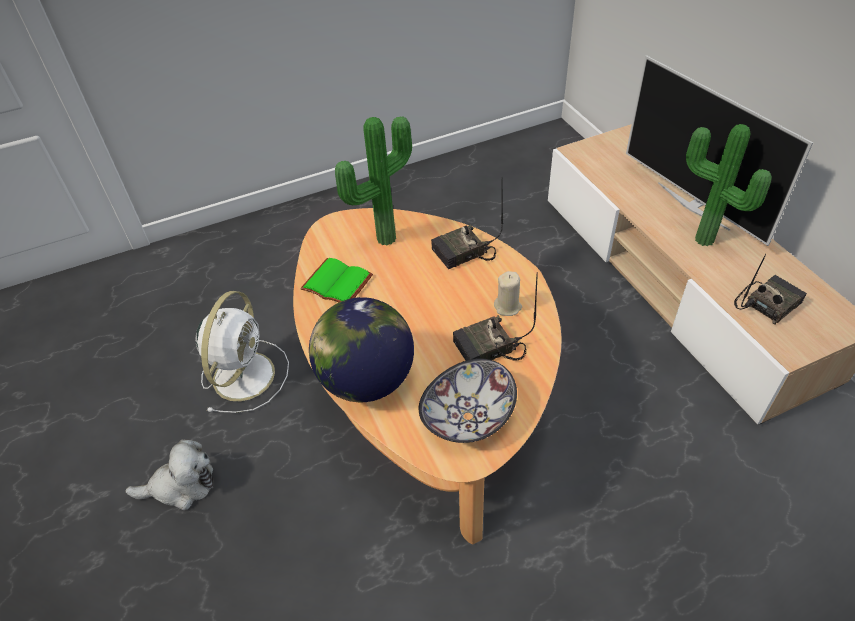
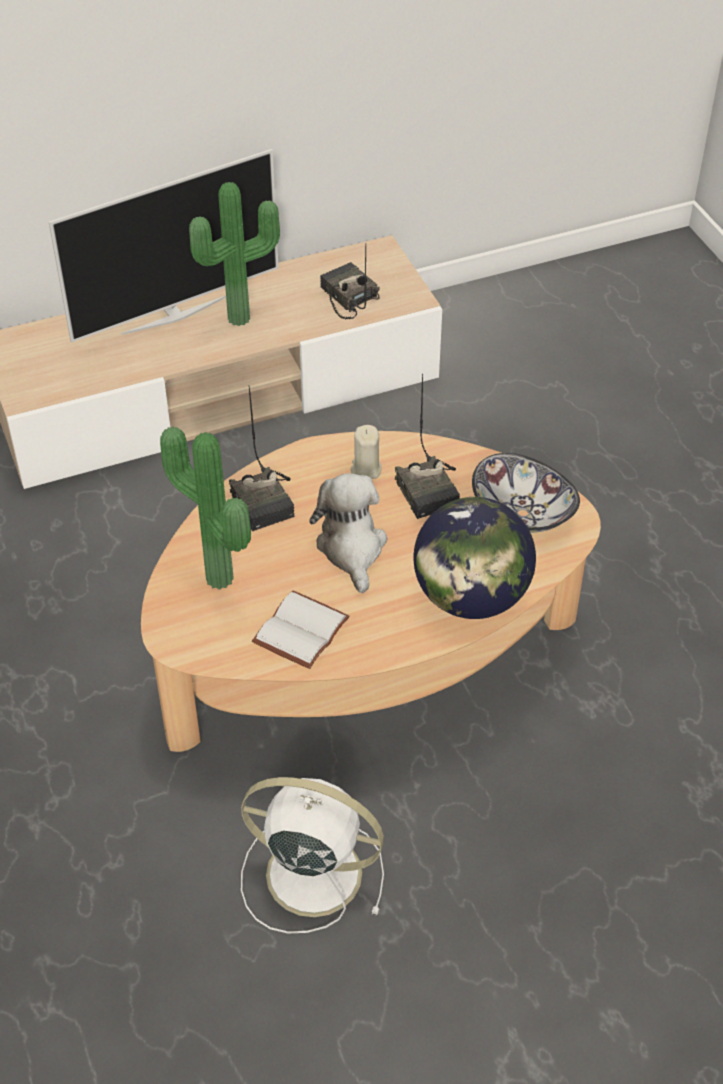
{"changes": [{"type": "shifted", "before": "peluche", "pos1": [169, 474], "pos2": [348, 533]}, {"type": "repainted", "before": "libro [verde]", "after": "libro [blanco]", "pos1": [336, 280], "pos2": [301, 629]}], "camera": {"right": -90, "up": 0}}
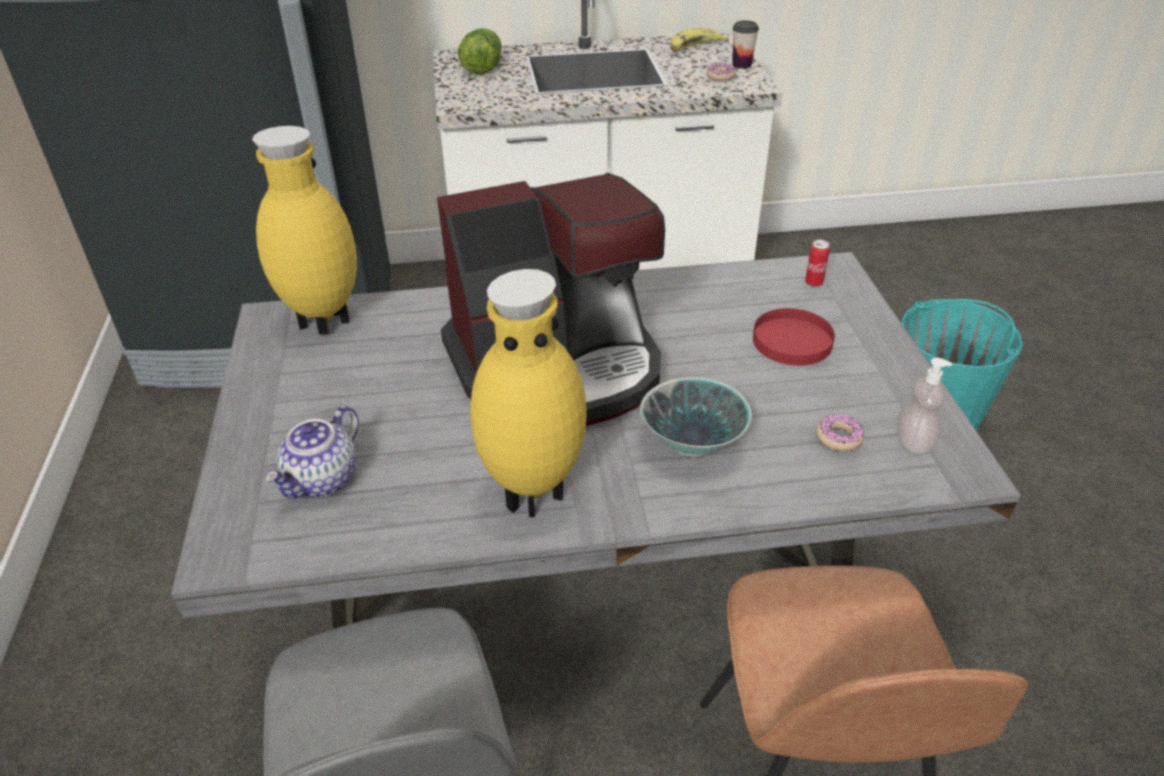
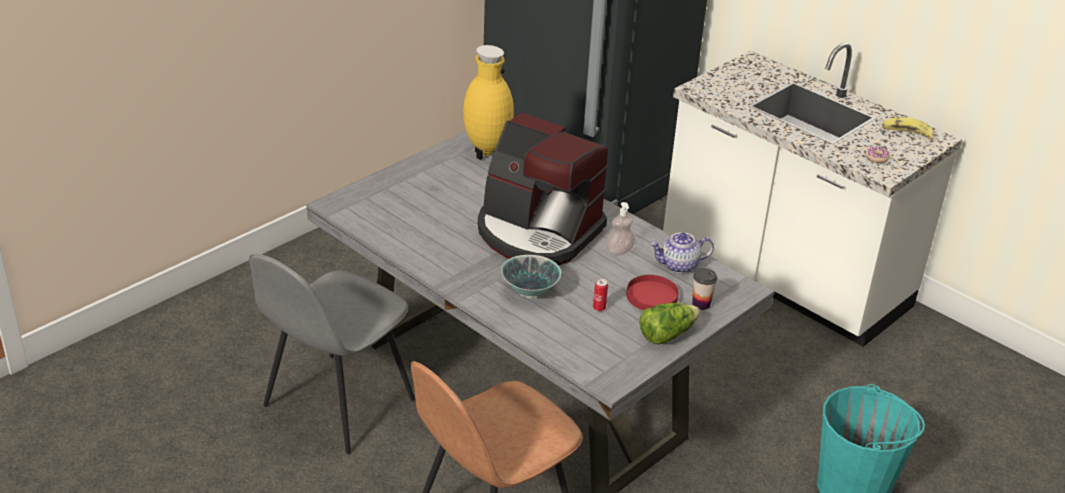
{"changes": [{"type": "gone", "before": "florero [amarillo]", "pos1": [528, 393]}, {"type": "gone", "before": "rosquilla", "pos1": [840, 432]}, {"type": "shifted", "before": "tetera", "pos1": [312, 452], "pos2": [682, 252]}, {"type": "shifted", "before": "lechuga", "pos1": [480, 51], "pos2": [669, 323]}, {"type": "shifted", "before": "taza", "pos1": [745, 44], "pos2": [705, 289]}, {"type": "shifted", "before": "lata", "pos1": [817, 263], "pos2": [600, 295]}, {"type": "shifted", "before": "dispensador de jabón", "pos1": [924, 406], "pos2": [620, 228]}], "camera": {"right": 50, "up": -5}}
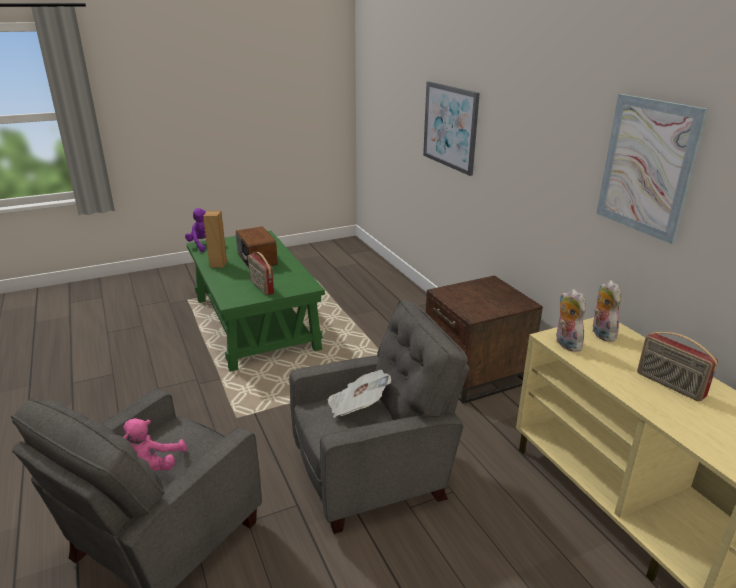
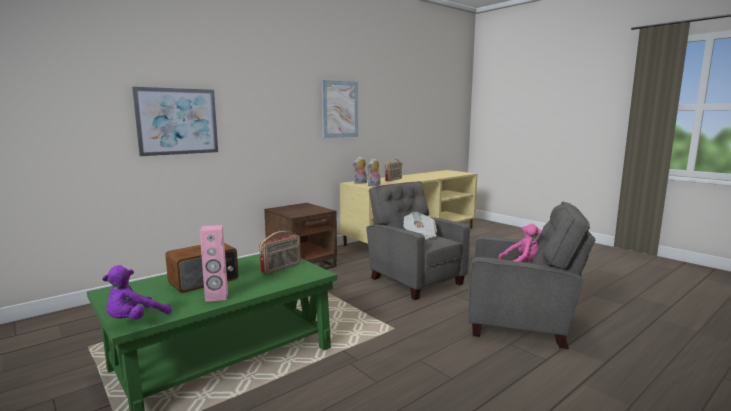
{"changes": [{"type": "repainted", "before": "altavoz [marrón]", "after": "altavoz [rosa]", "pos1": [215, 239], "pos2": [214, 263]}], "camera": {"right": -105, "up": -15}}
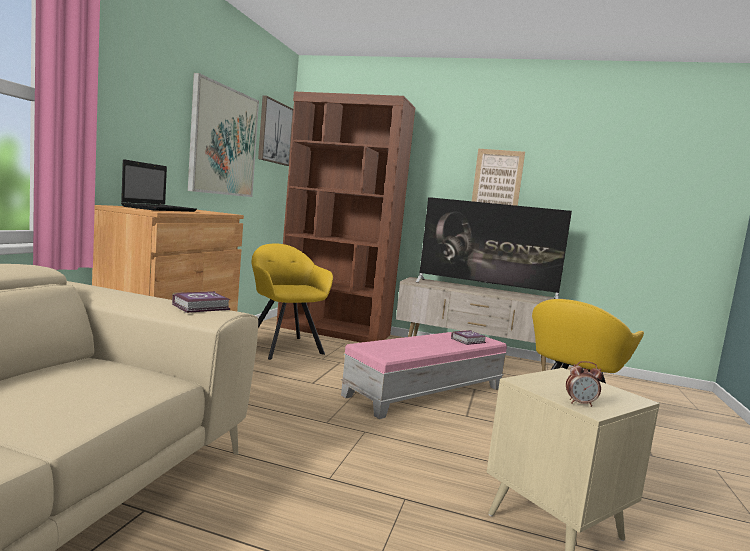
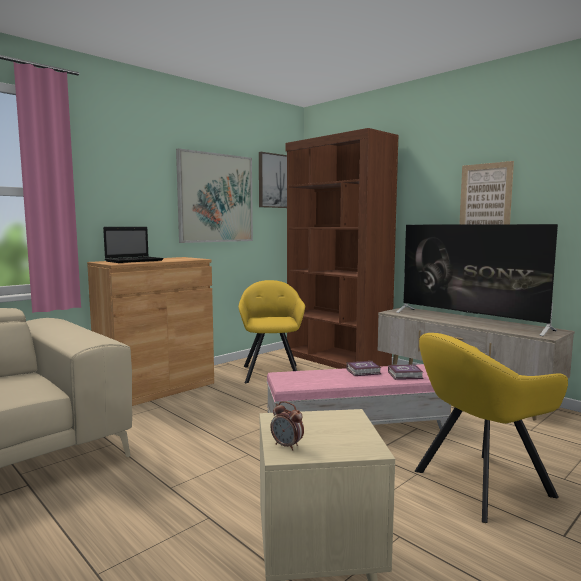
{"changes": [{"type": "shifted", "before": "libro", "pos1": [201, 302], "pos2": [363, 368]}], "camera": {"right": 30, "up": 0}}
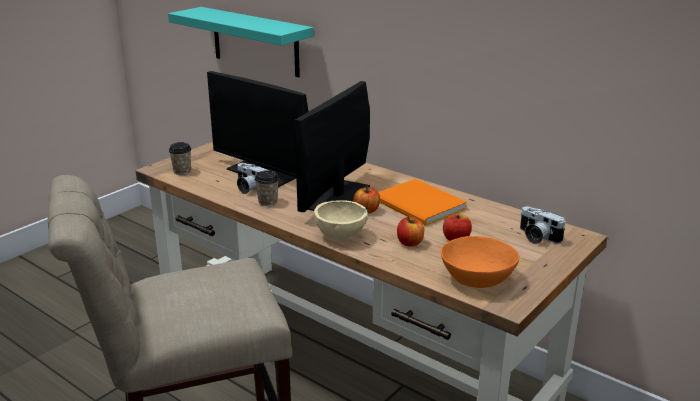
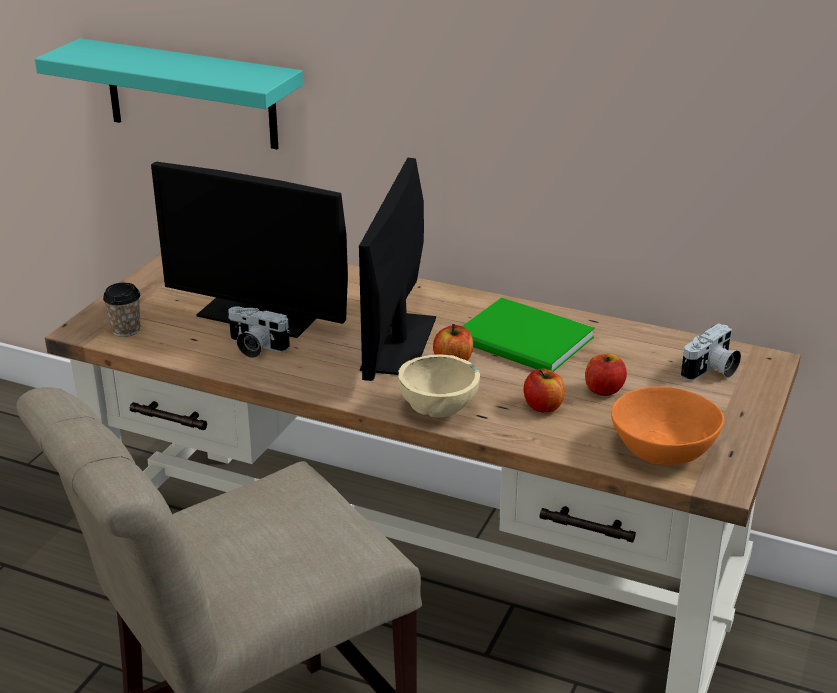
{"changes": [{"type": "gone", "before": "taza", "pos1": [267, 188]}, {"type": "repainted", "before": "libro [naranja]", "after": "libro [verde]", "pos1": [422, 202], "pos2": [528, 334]}, {"type": "rotated", "before": "cámara", "pos1": [543, 225], "pos2": [711, 352], "turn": -75}], "camera": {"right": -15, "up": 5}}
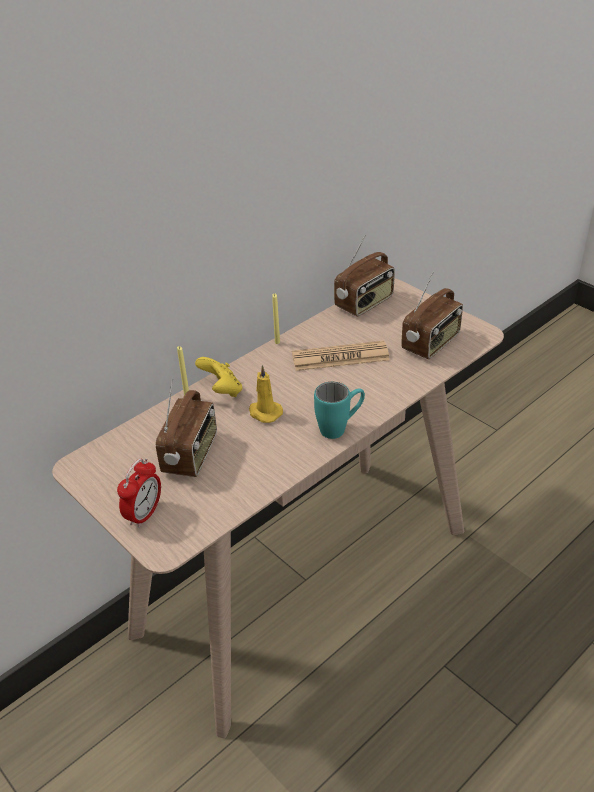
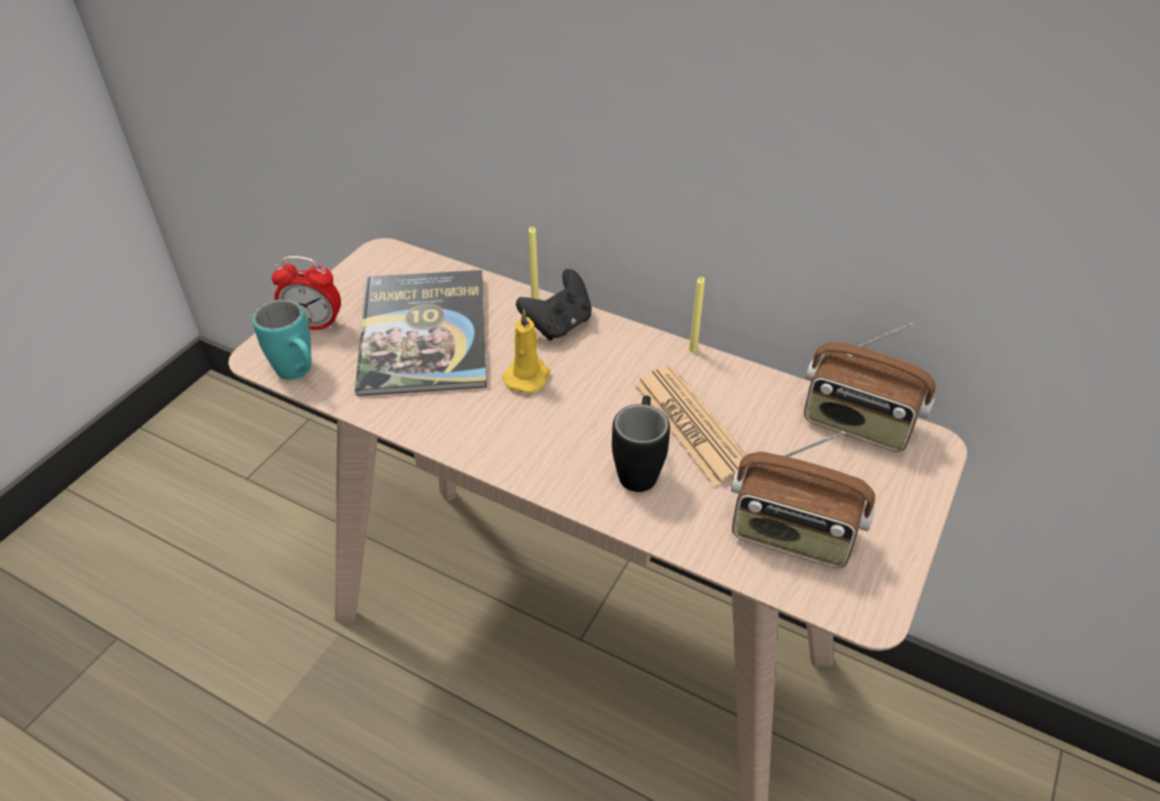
{"changes": [{"type": "new", "after": "taza grande [negro]", "pos2": [641, 444]}, {"type": "shifted", "before": "taza grande [turquesa]", "pos1": [339, 410], "pos2": [282, 339]}, {"type": "swapped", "before": "radio", "after": "libro", "pos1": [186, 428], "pos2": [421, 333]}, {"type": "repainted", "before": "mando de consola [amarillo]", "after": "mando de consola [negro]", "pos1": [218, 377], "pos2": [554, 305]}], "camera": {"right": 70, "up": 5}}
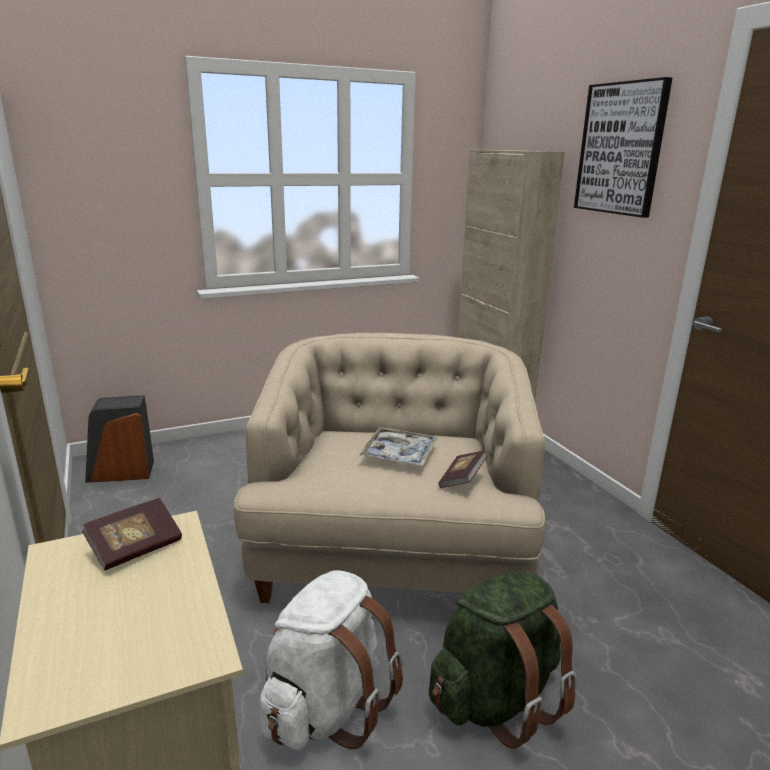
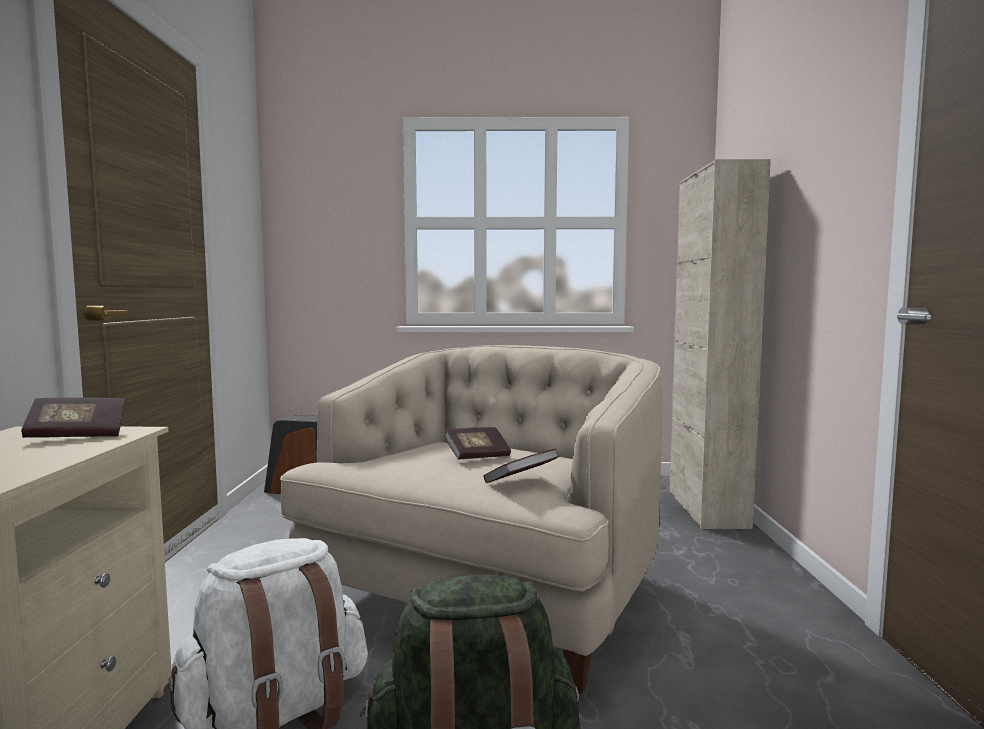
{"changes": [{"type": "gone", "before": "cuadro", "pos1": [623, 147]}, {"type": "swapped", "before": "bandeja", "after": "libro", "pos1": [398, 446], "pos2": [477, 443]}], "camera": {"right": 25, "up": -15}}
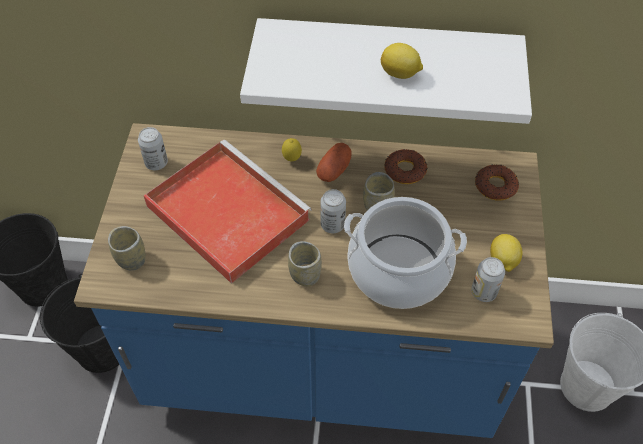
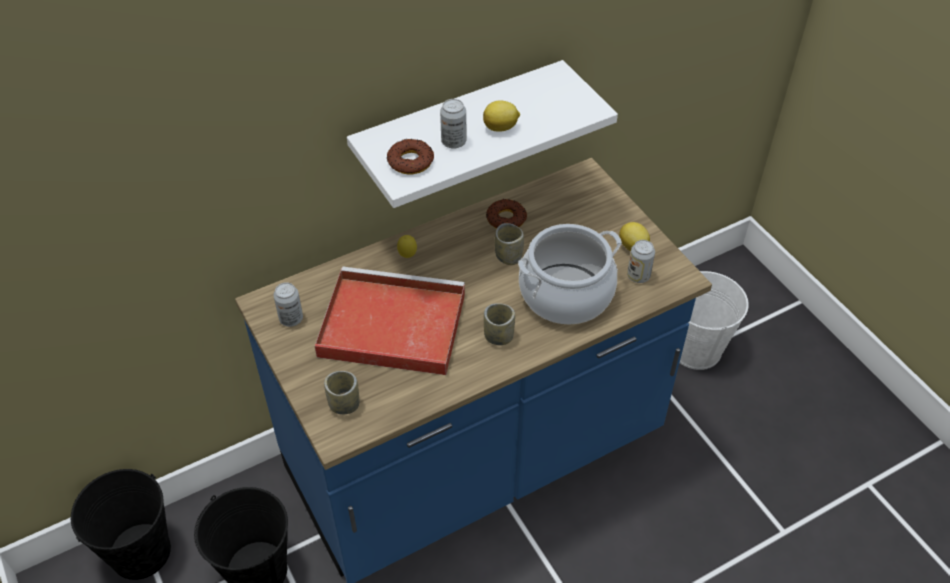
{"changes": [{"type": "gone", "before": "patata", "pos1": [334, 162]}, {"type": "shifted", "before": "lata", "pos1": [333, 211], "pos2": [453, 124]}, {"type": "shifted", "before": "rosquilla", "pos1": [497, 182], "pos2": [410, 156]}], "camera": {"right": -35, "up": -5}}
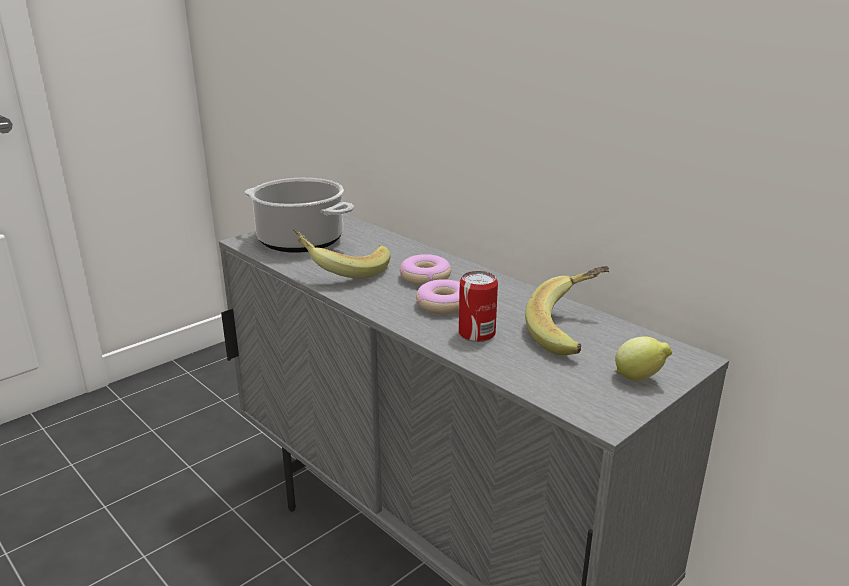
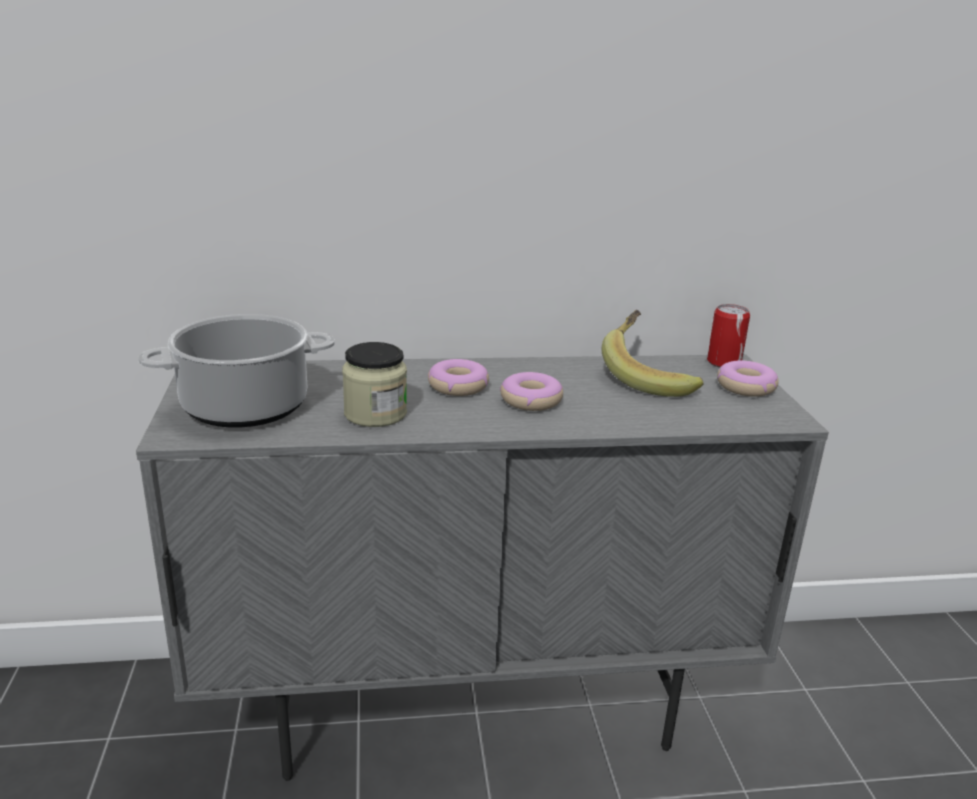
{"changes": [{"type": "shifted", "before": "lata", "pos1": [478, 306], "pos2": [728, 335]}, {"type": "swapped", "before": "plátano", "after": "tarro", "pos1": [342, 253], "pos2": [374, 384]}, {"type": "swapped", "before": "limón", "after": "rosquilla", "pos1": [643, 358], "pos2": [748, 378]}], "camera": {"right": -55, "up": 0}}
